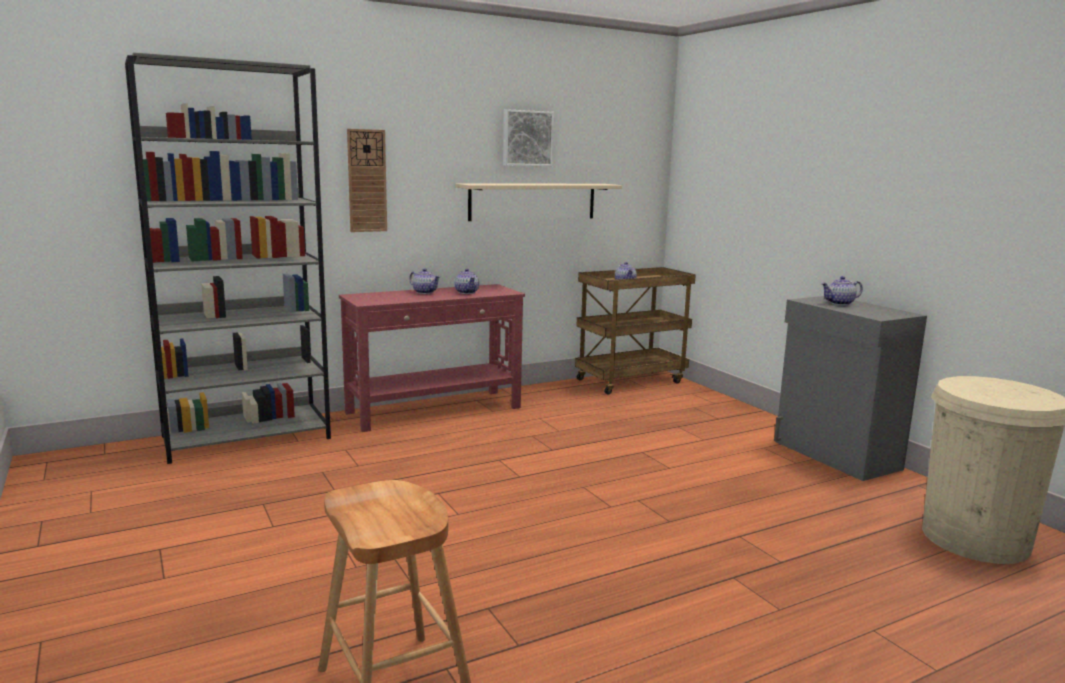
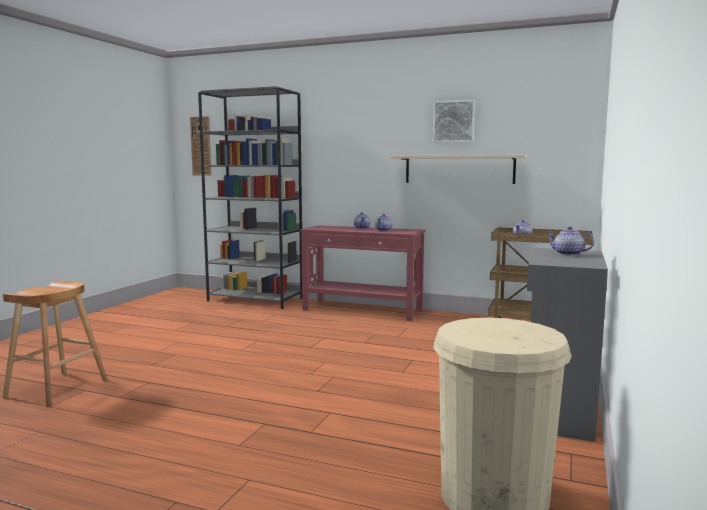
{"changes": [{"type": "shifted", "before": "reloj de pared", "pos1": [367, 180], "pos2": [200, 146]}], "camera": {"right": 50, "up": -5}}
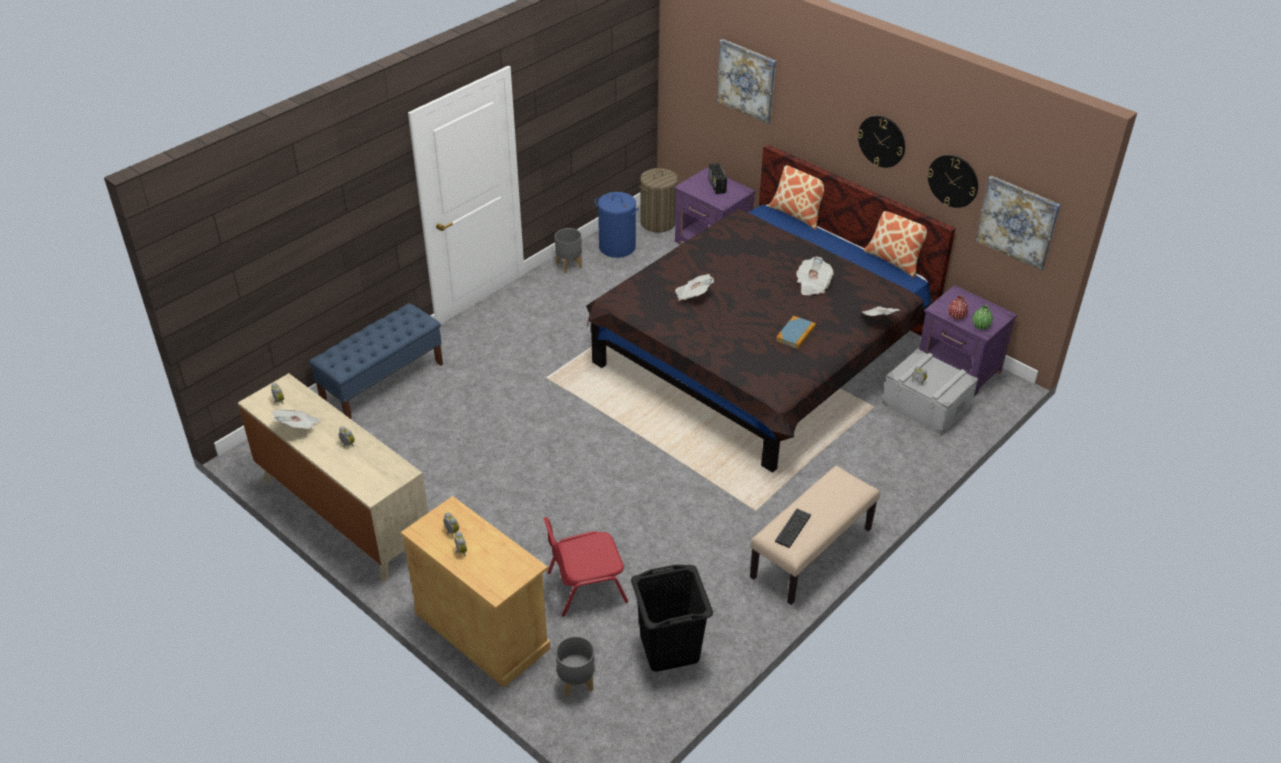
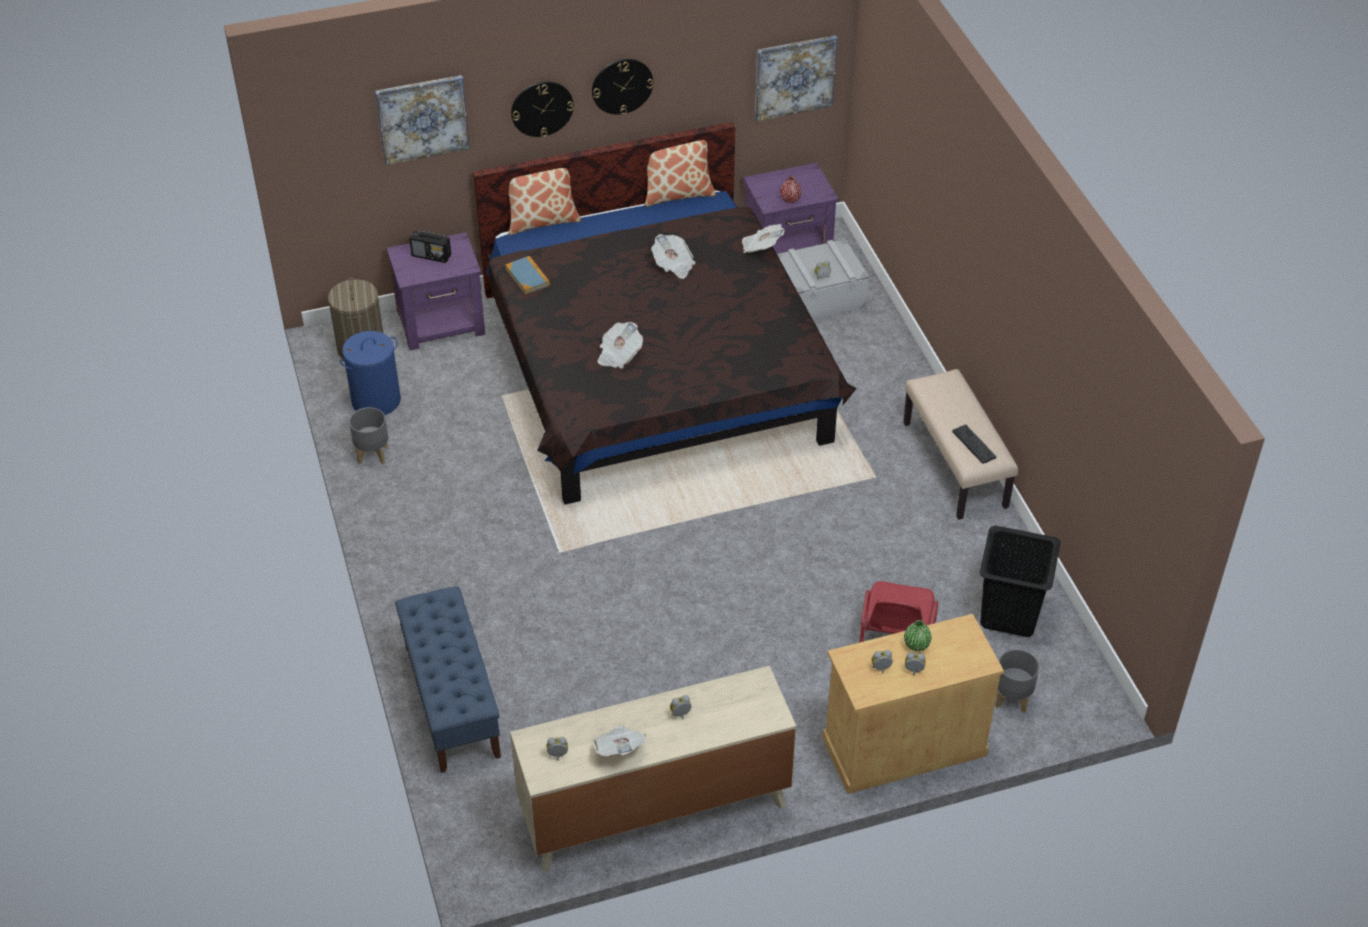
{"changes": [{"type": "shifted", "before": "libro", "pos1": [796, 332], "pos2": [527, 275]}, {"type": "shifted", "before": "reloj de pared", "pos1": [952, 181], "pos2": [542, 109]}, {"type": "shifted", "before": "florero [verde]", "pos1": [982, 317], "pos2": [918, 635]}], "camera": {"right": -60, "up": 5}}
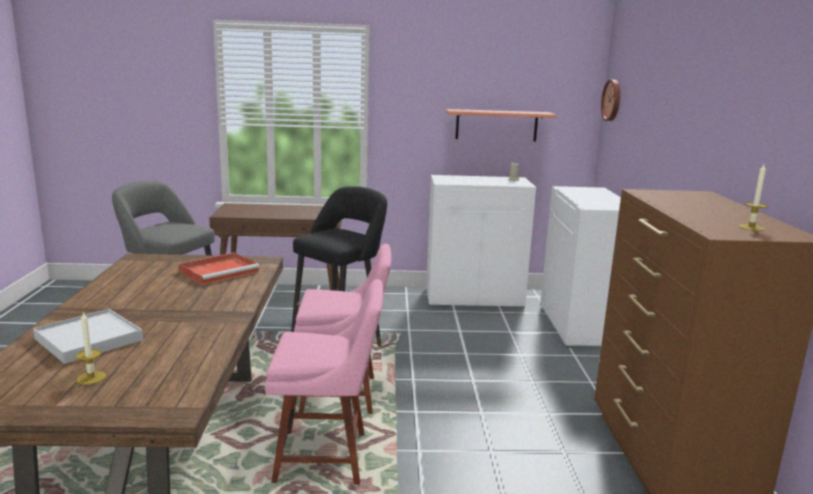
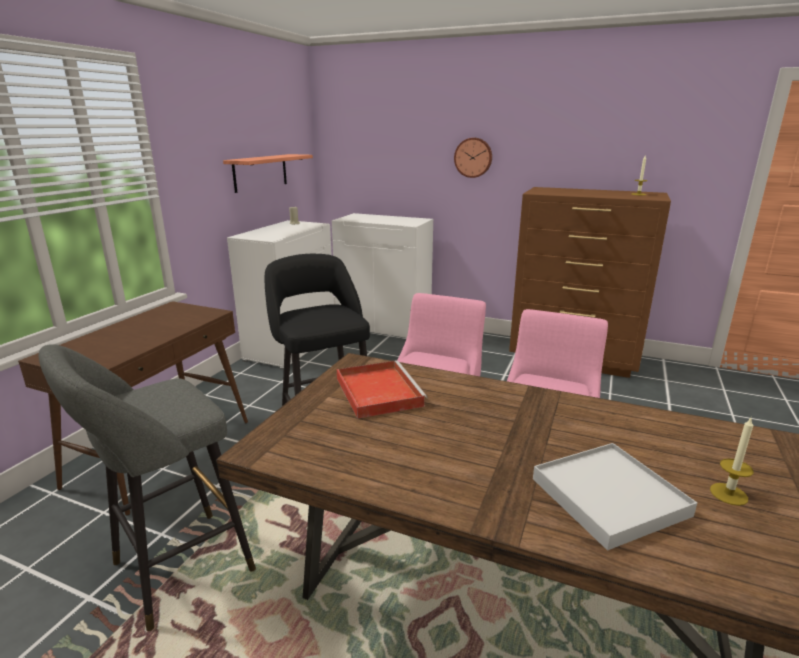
{"changes": [{"type": "shifted", "before": "reloj de pared", "pos1": [610, 100], "pos2": [473, 158]}], "camera": {"right": -65, "up": 5}}
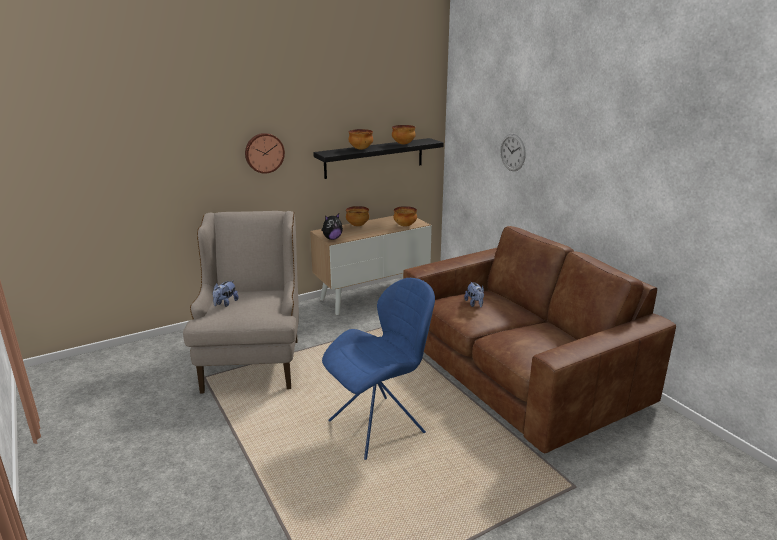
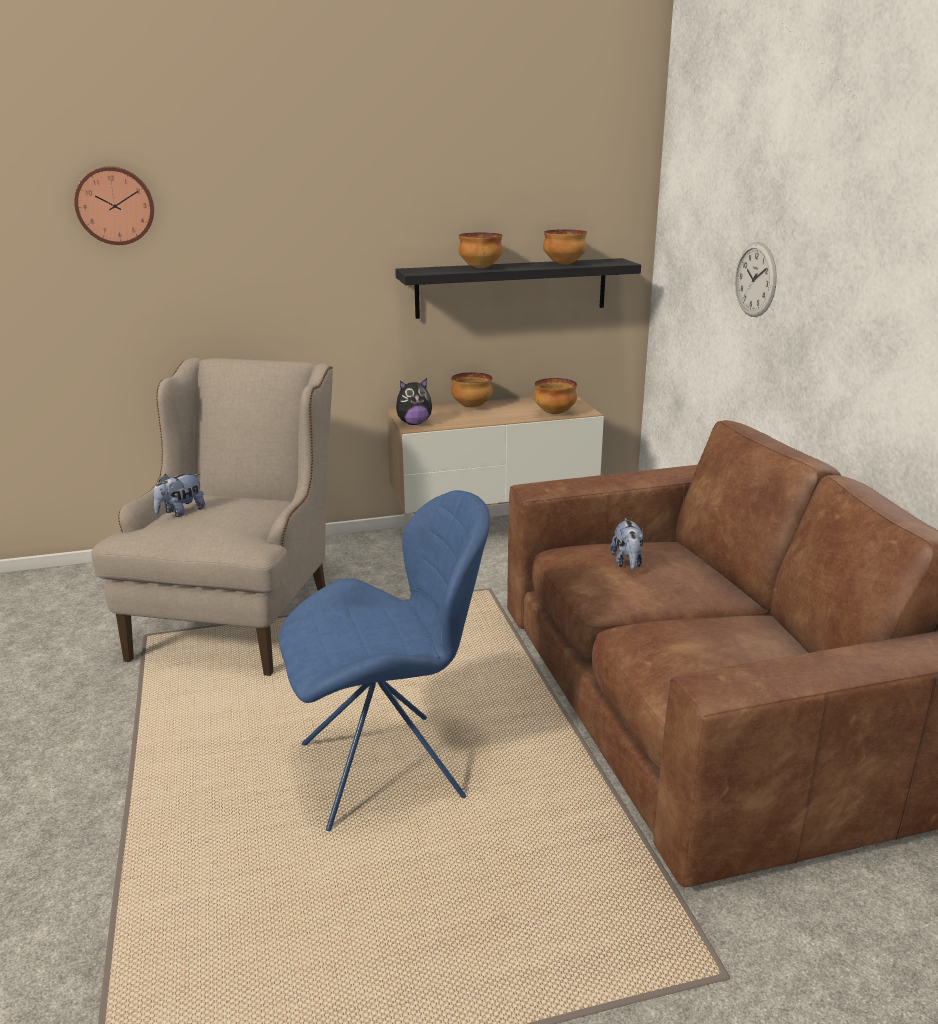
{"changes": [{"type": "shifted", "before": "reloj de pared", "pos1": [265, 153], "pos2": [114, 205]}], "camera": {"right": 15, "up": 0}}
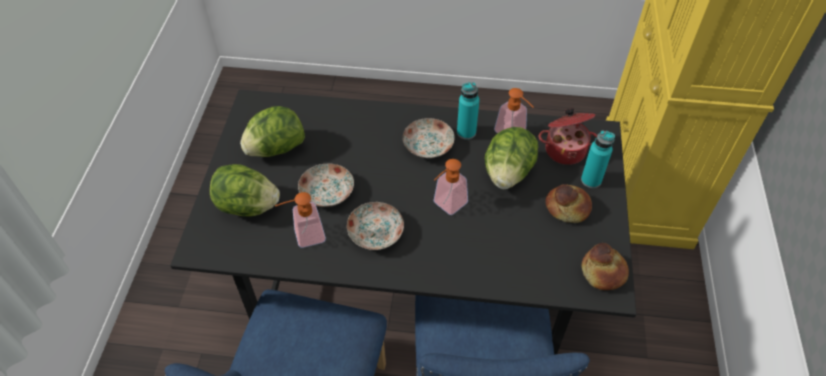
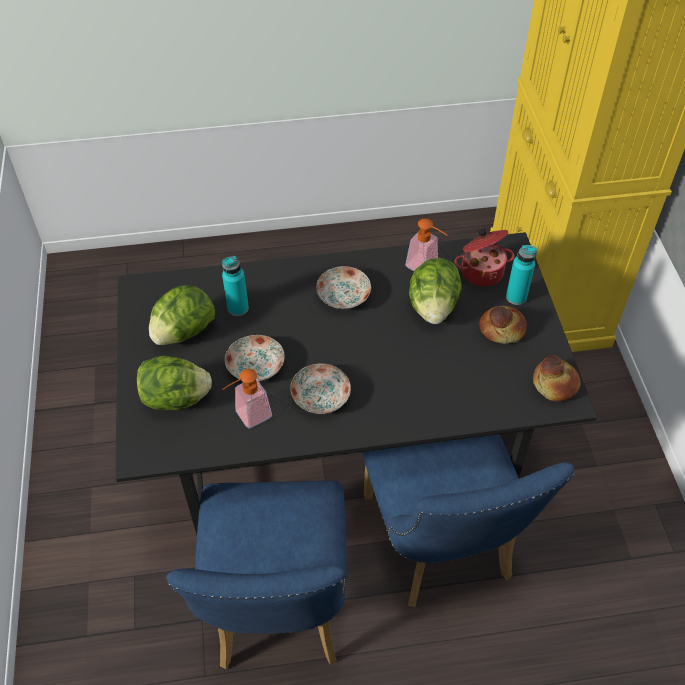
{"changes": [{"type": "gone", "before": "dispensador de jabón", "pos1": [450, 187]}, {"type": "shifted", "before": "botella [turquesa]", "pos1": [468, 111], "pos2": [235, 286]}], "camera": {"right": -15, "up": 0}}
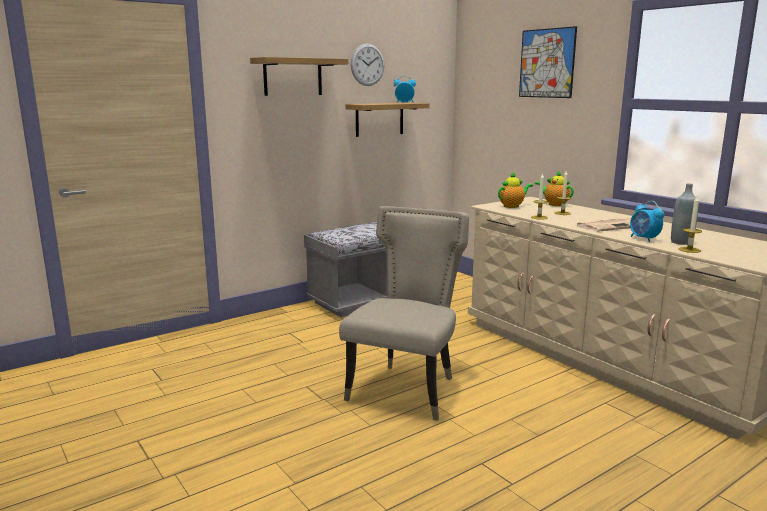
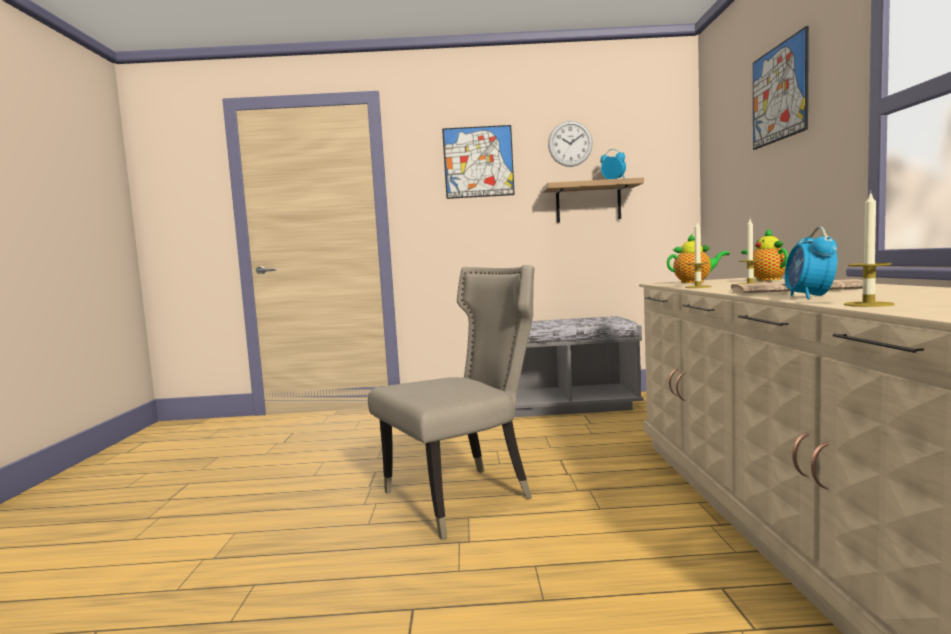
{"changes": [{"type": "gone", "before": "botella [gris]", "pos1": [684, 214]}, {"type": "swapped", "before": "estante", "after": "cuadro", "pos1": [299, 76], "pos2": [478, 162]}], "camera": {"right": 35, "up": -10}}
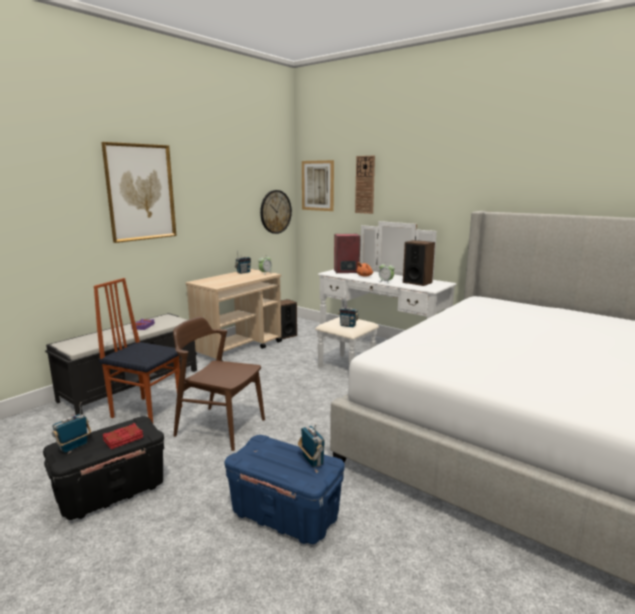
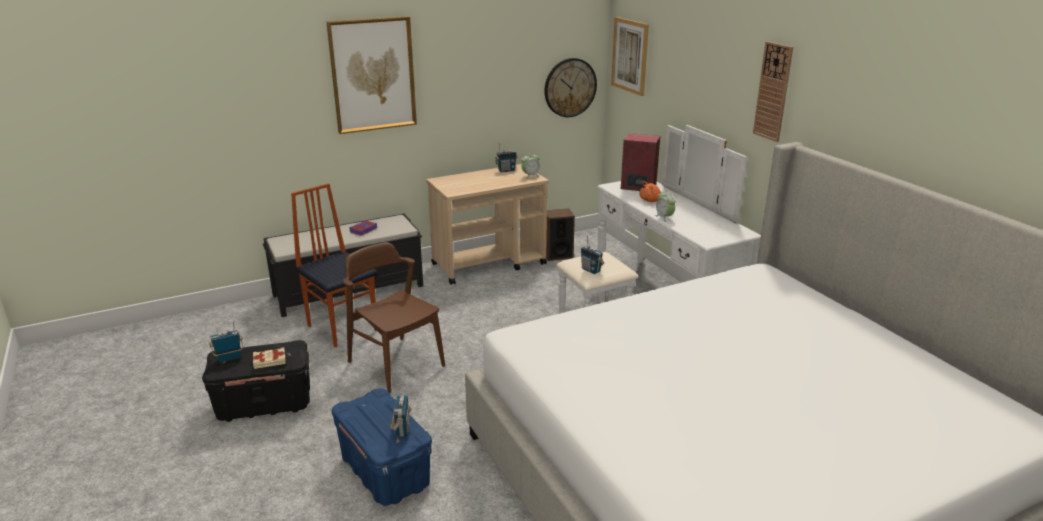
{"changes": [{"type": "gone", "before": "altavoz", "pos1": [419, 263]}, {"type": "shifted", "before": "reloj de pared", "pos1": [365, 185], "pos2": [773, 91]}, {"type": "repainted", "before": "libro [rojo]", "after": "libro [beis]", "pos1": [123, 436], "pos2": [269, 358]}], "camera": {"right": 25, "up": 10}}
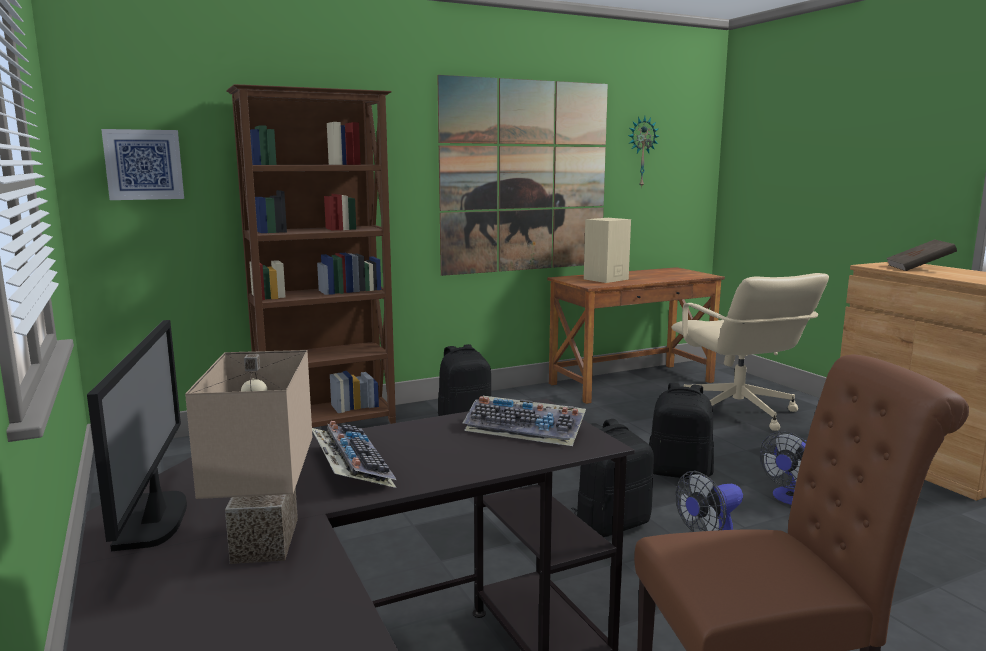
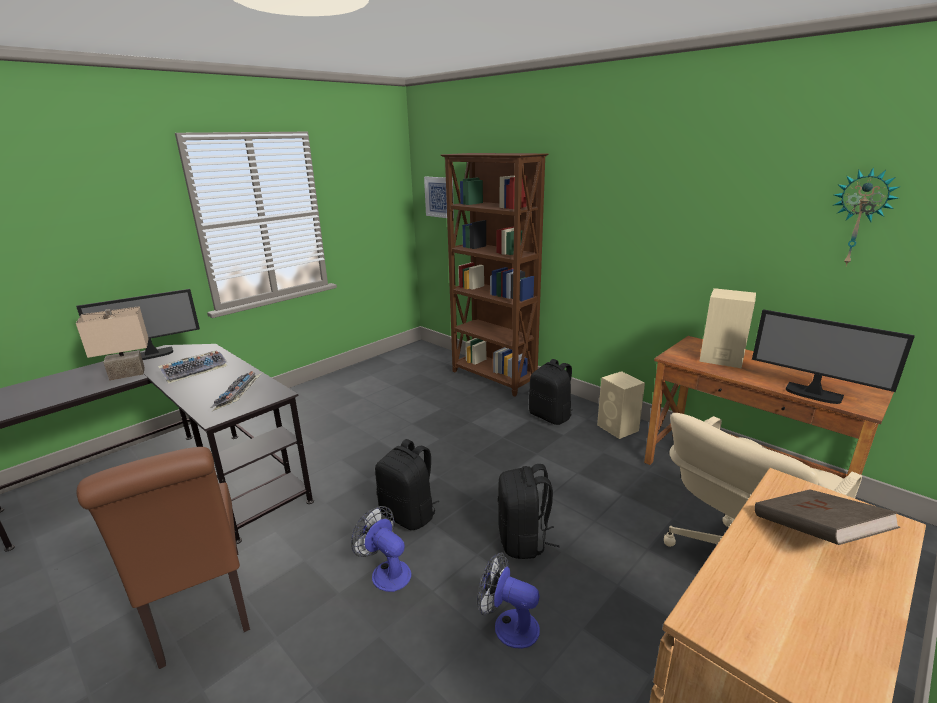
{"changes": [{"type": "gone", "before": "cuadro", "pos1": [522, 175]}, {"type": "new", "after": "altavoz [beis]", "pos2": [621, 405]}, {"type": "new", "after": "monitor", "pos2": [833, 356]}], "camera": {"right": 70, "up": 10}}
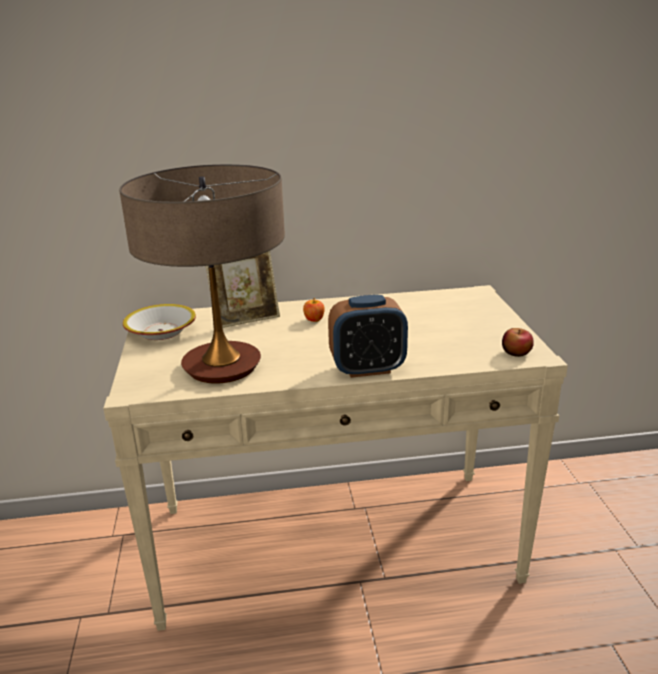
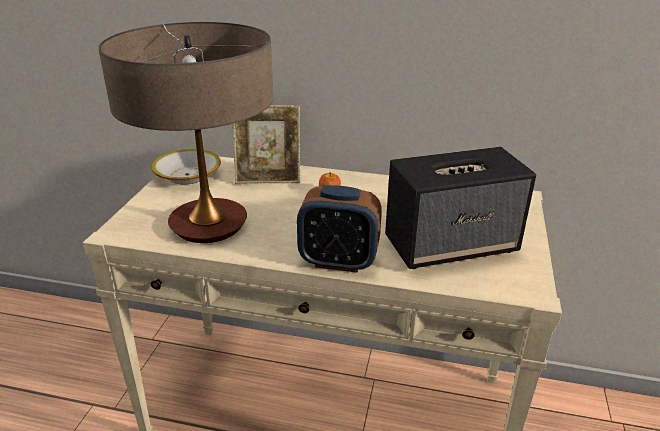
{"changes": [{"type": "gone", "before": "manzana", "pos1": [518, 342]}, {"type": "new", "after": "altavoz", "pos2": [460, 208]}], "camera": {"right": 20, "up": 5}}
